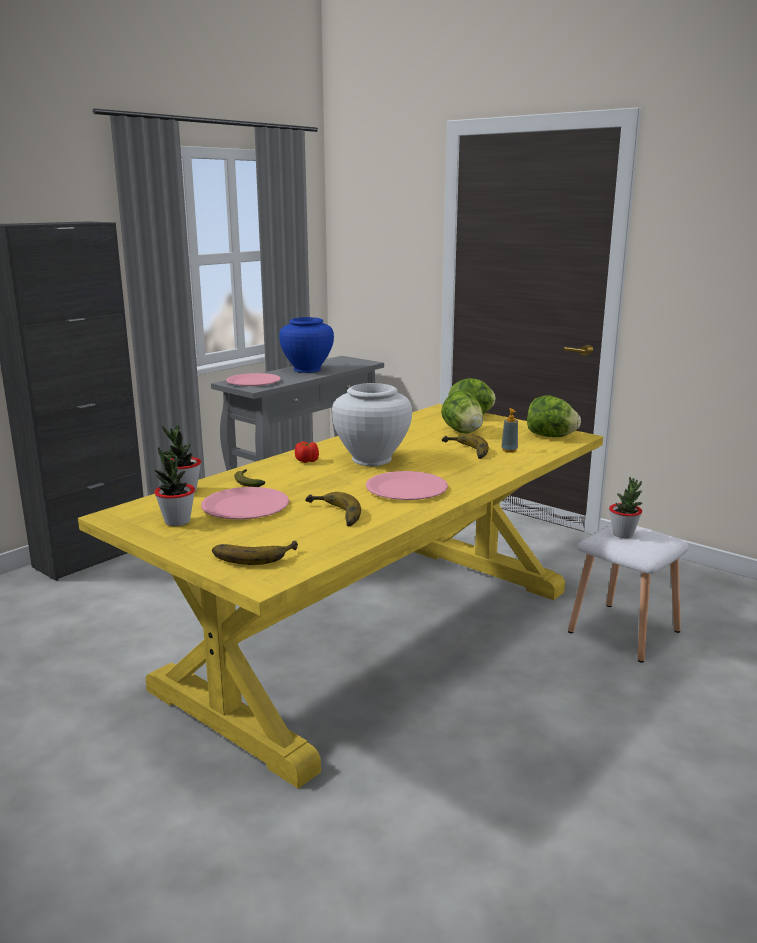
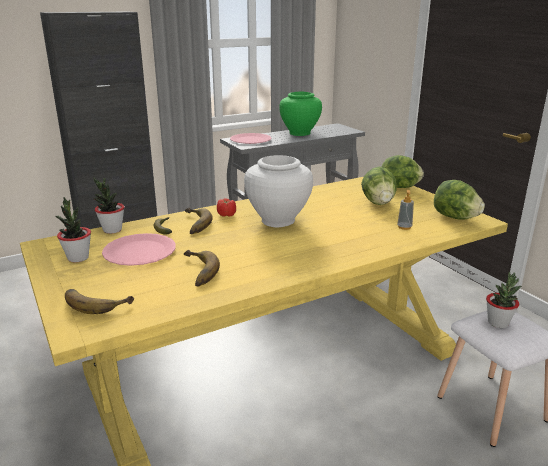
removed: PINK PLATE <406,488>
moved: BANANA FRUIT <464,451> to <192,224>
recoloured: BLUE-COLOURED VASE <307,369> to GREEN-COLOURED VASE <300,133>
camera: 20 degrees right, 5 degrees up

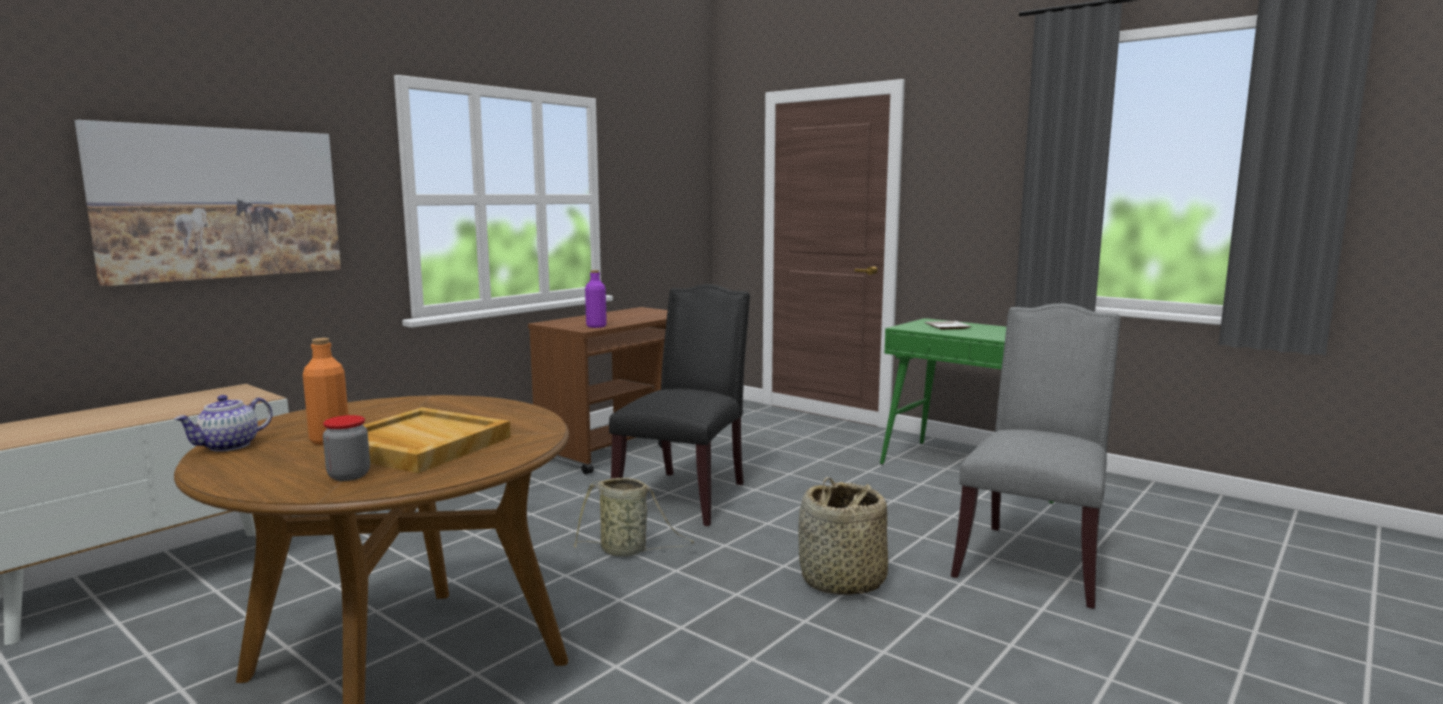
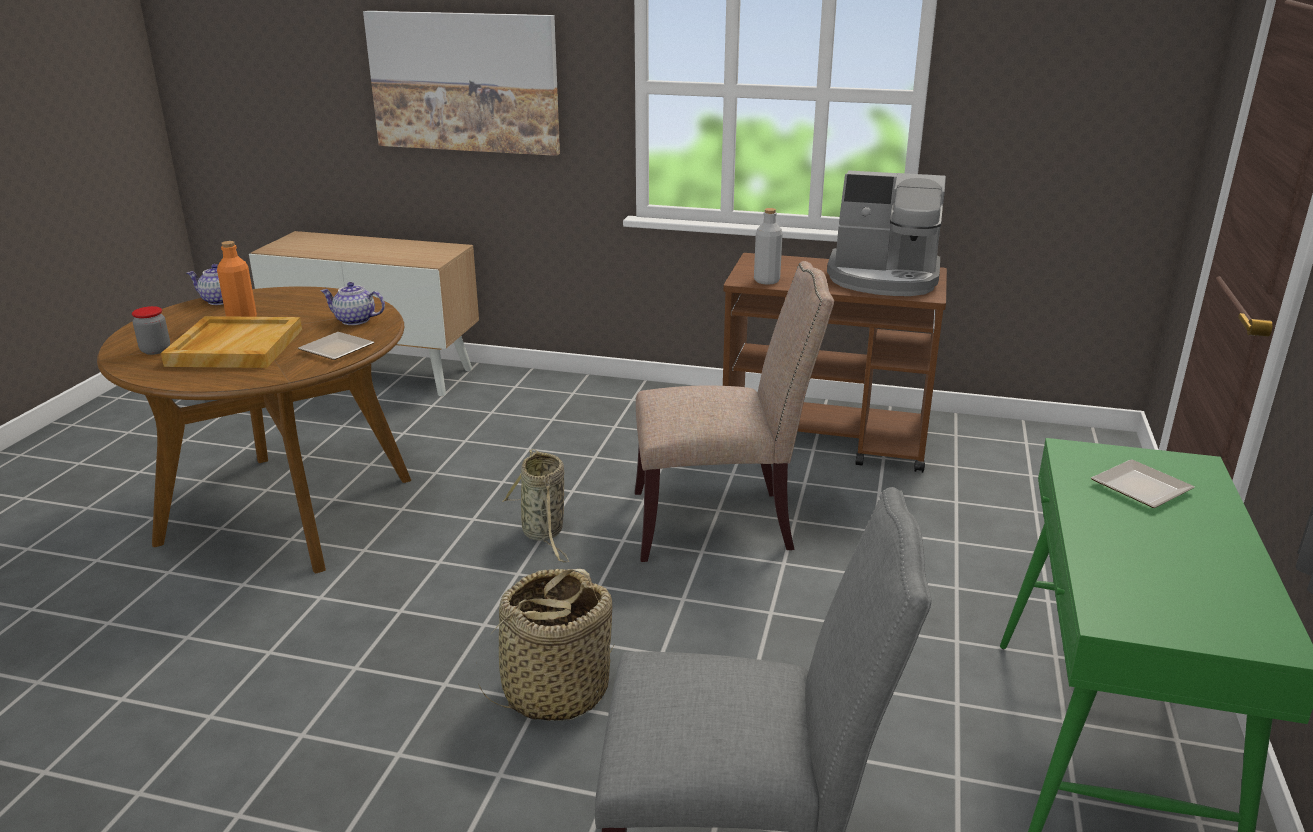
added: PLATE <339,349>; TEA POT <354,320>; COFFEE MAKER <884,278>
recoloured: PURPLE-COLOURED DRINK BOTTLE <596,326> to GRAY DRINK BOTTLE <766,281>; BLACKISH UPRIGHT CHAIR <685,495> to SAND-COLOURED UPRIGHT CHAIR <720,522>
camera: 65 degrees right, 15 degrees up

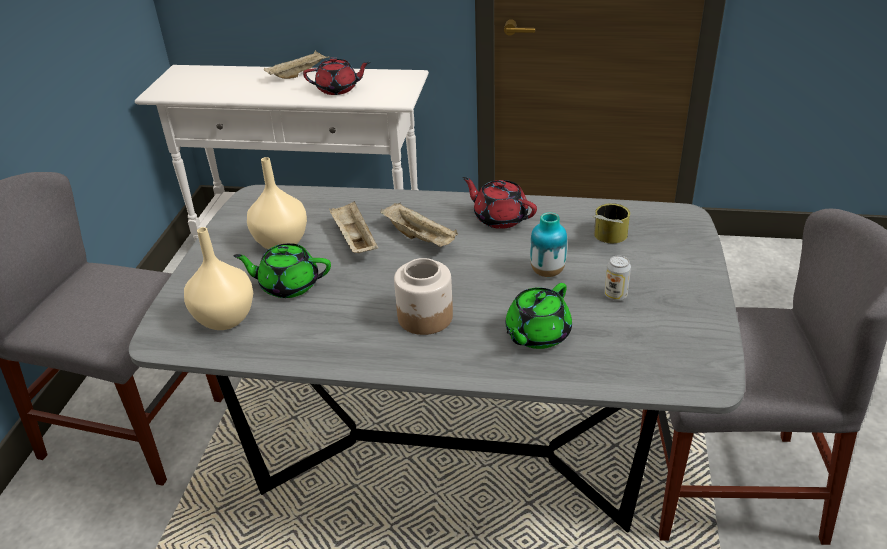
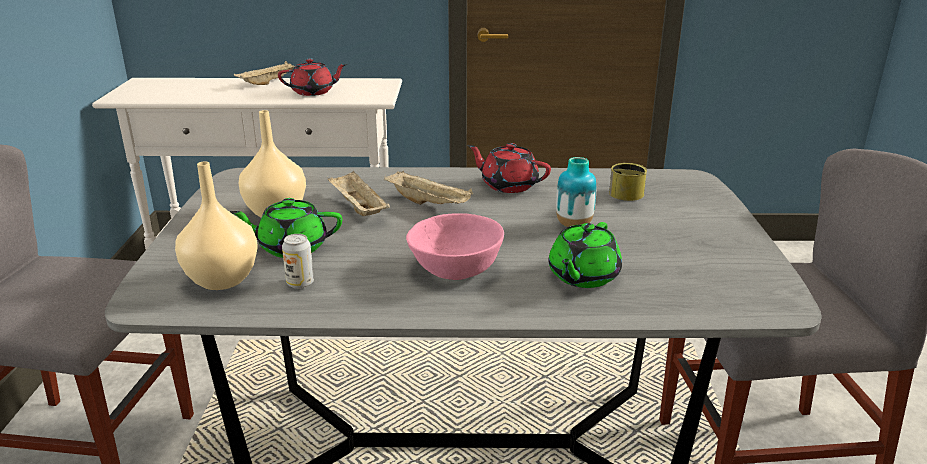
moved: SEALED CAN <615,295> to <300,283>
replaced: PRESERVE JAR <425,317> to PINK DEEP DISH <455,268>
camera: 10 degrees left, 10 degrees down

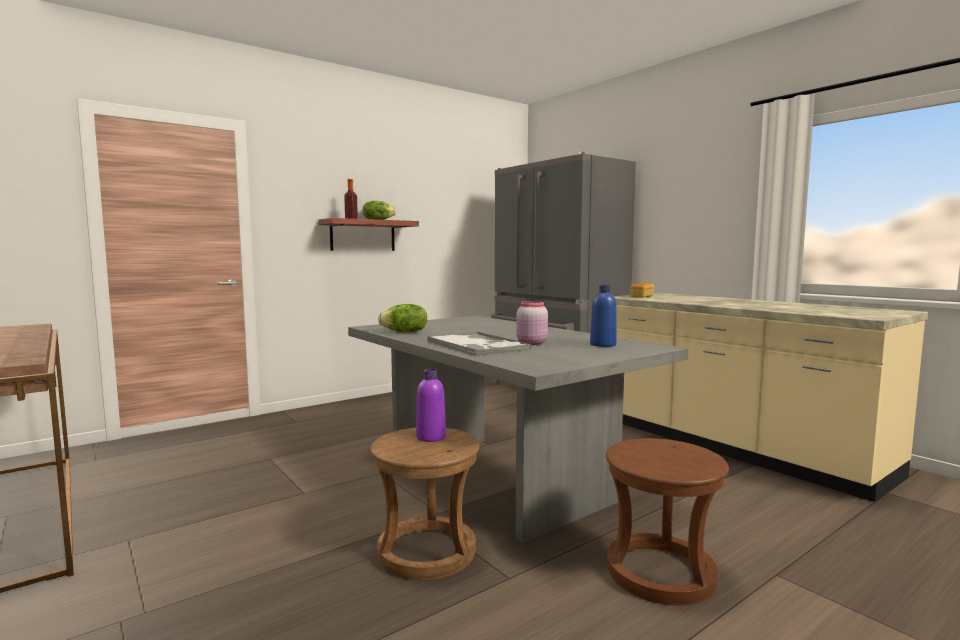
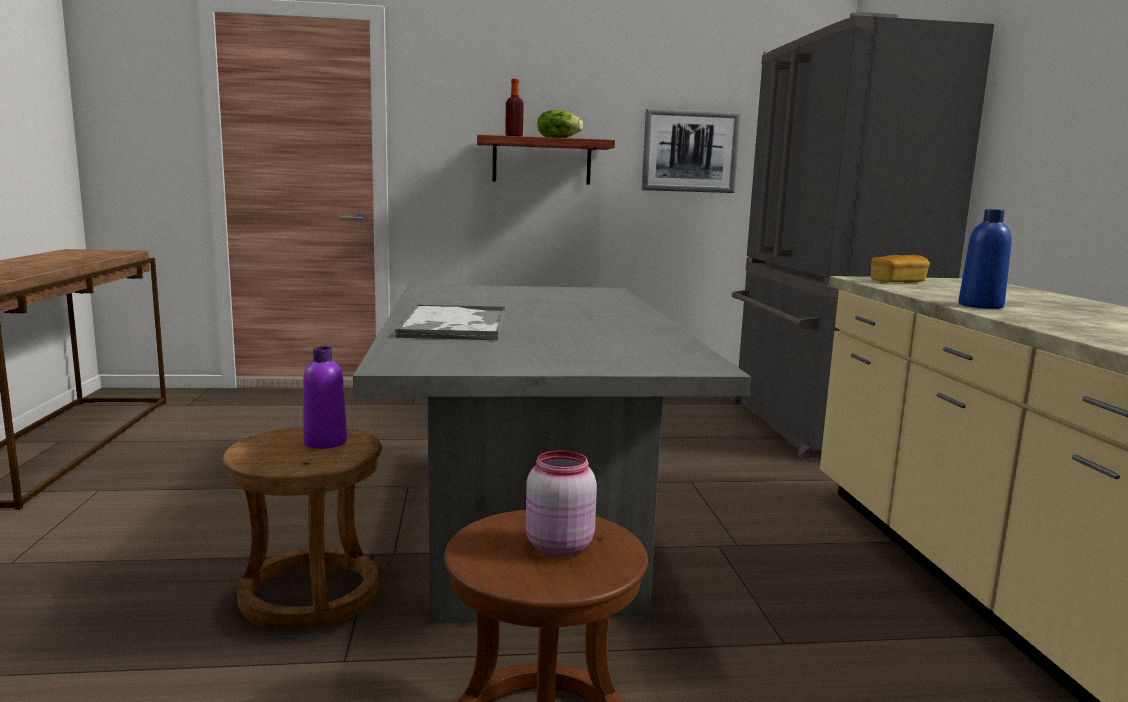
removed: LETTUCE <405,332>
added: WALL ART <690,151>
moved: PINK PRESERVE JAR <530,343> to <557,546>; BLUE-COLOURED DRINK BOTTLE <603,345> to <980,306>
camera: 30 degrees right, 5 degrees up

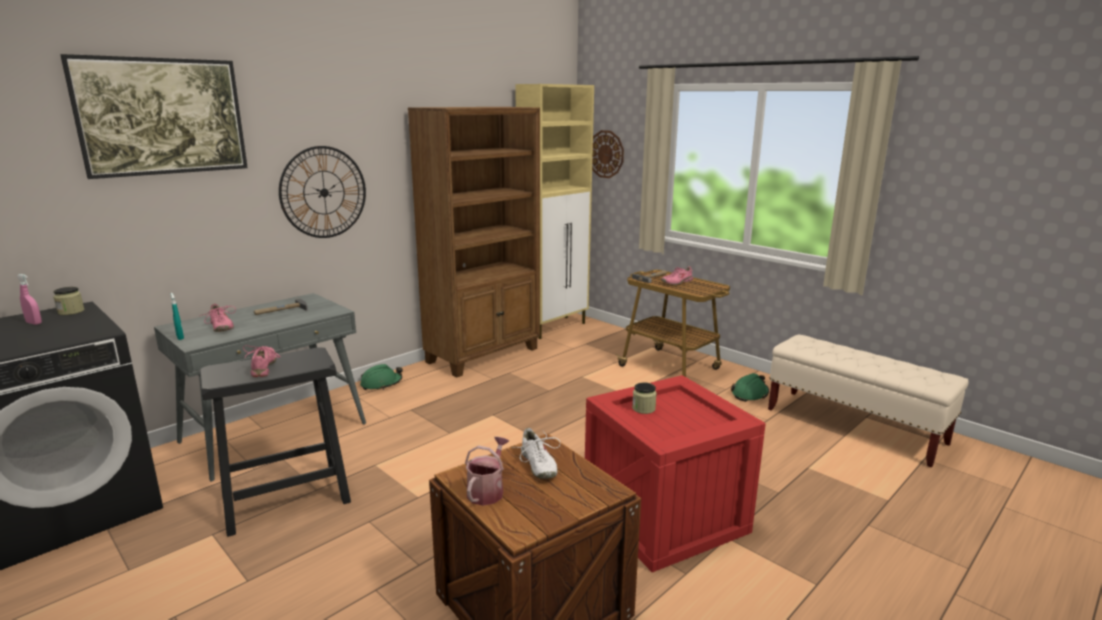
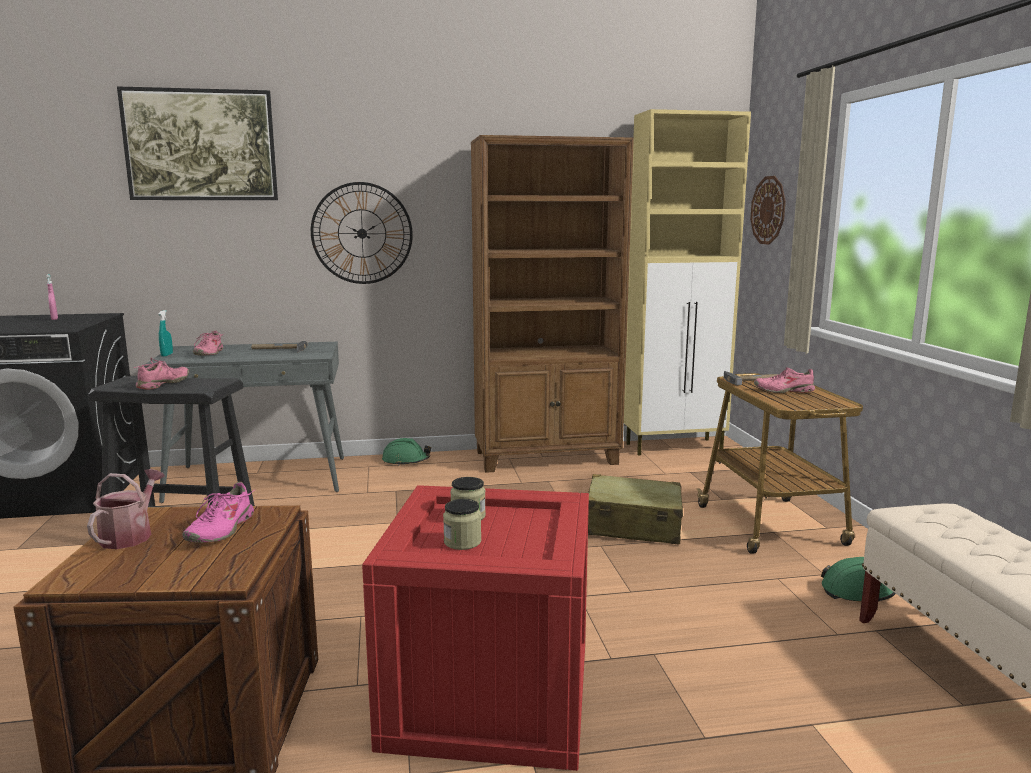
added: SAND-COLOURED TRAVEL CASE <632,526>
moved: PRESERVE JAR <71,311> to <462,542>
recoloured: WHITE-COLOURED SHOE <537,465> to PINK SHOE <220,530>
turned: SPRINKLING CAN <487,490> = <130,535> 45 degrees counterclockwise
camera: 35 degrees right, 5 degrees down

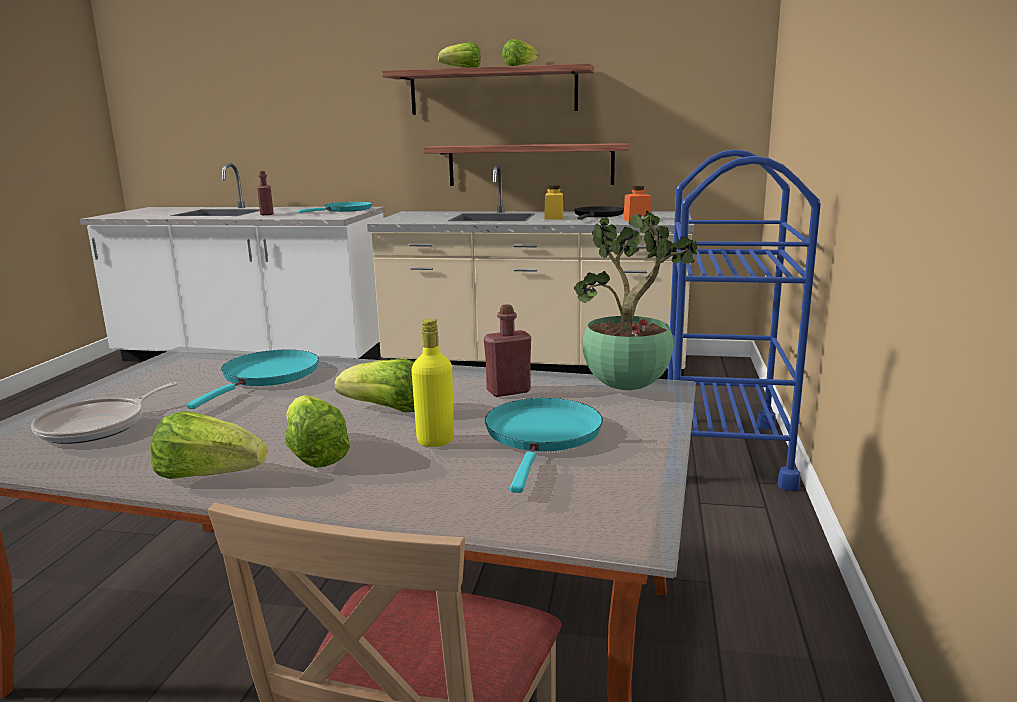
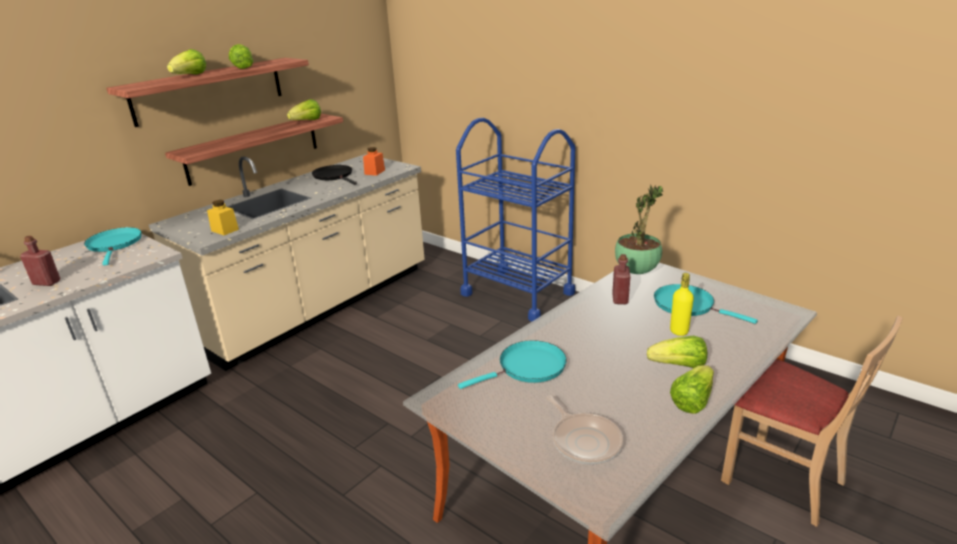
moved: LETTUCE <387,409> to <307,121>; YELLOWISH PRESERVE JAR <554,218> to <225,230>
turned: TURQUOISE SKILLET <267,376> = <528,367> 105 degrees clockwise
camera: 60 degrees left, 10 degrees up

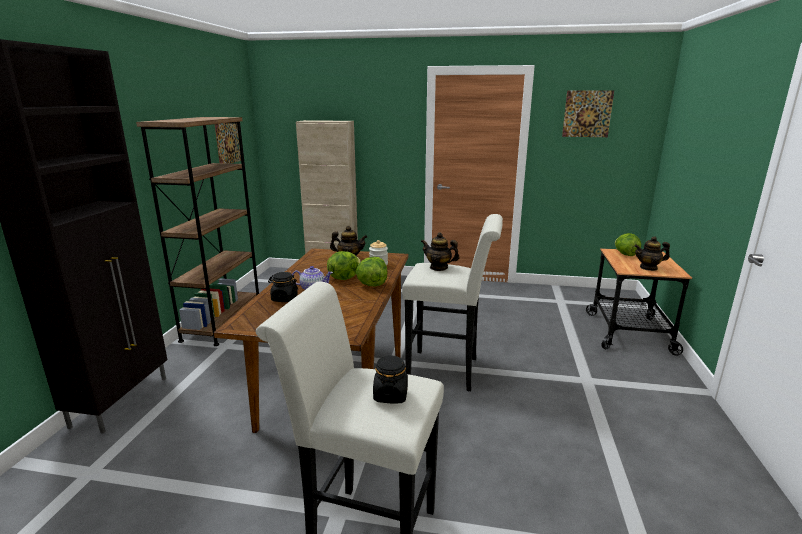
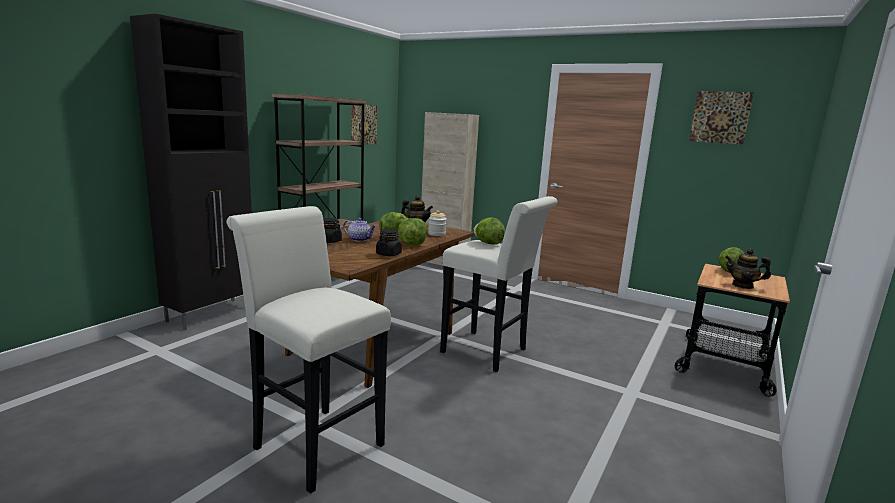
moved: BLACKISH PRESERVE JAR <390,395> to <388,254>
replaced: TEA POT <439,267> to LETTUCE <488,243>
camera: 20 degrees right, 5 degrees down

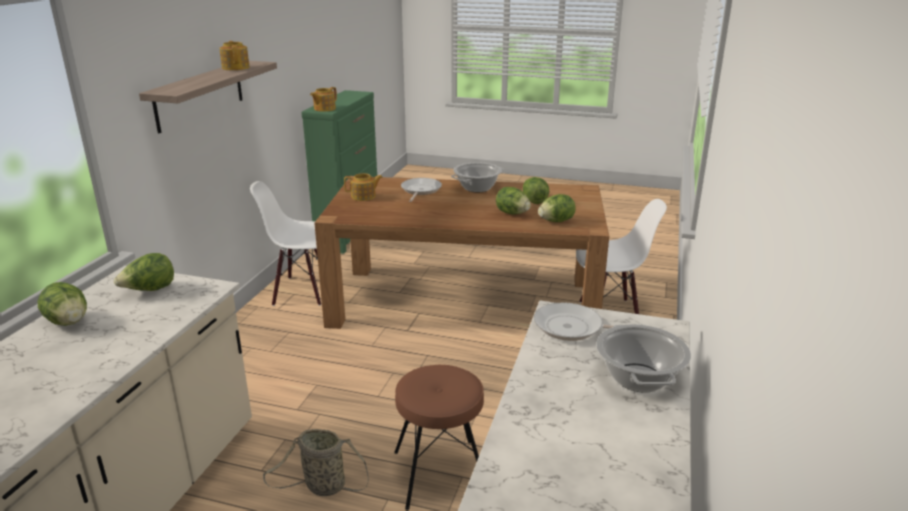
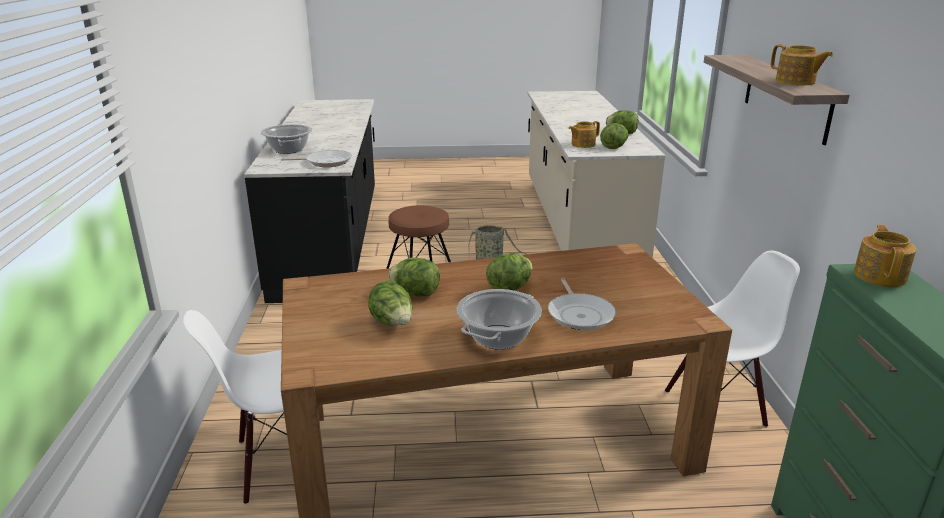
moved: TEA POT <364,196> to <582,144>; LETTUCE <556,221> to <509,288>
camera: 160 degrees right, 0 degrees up

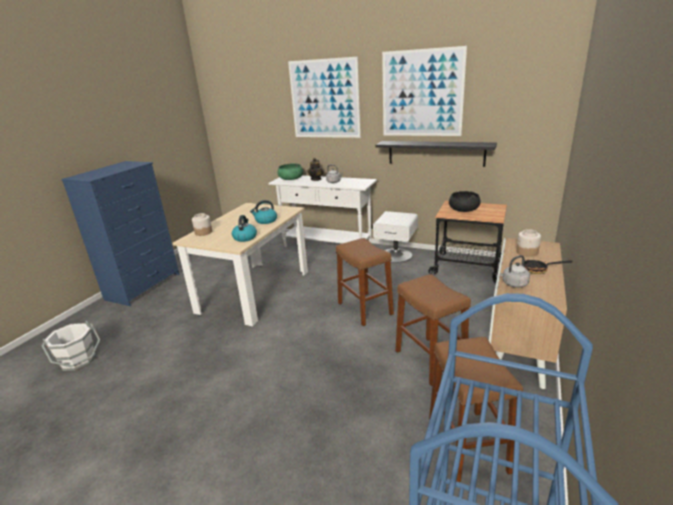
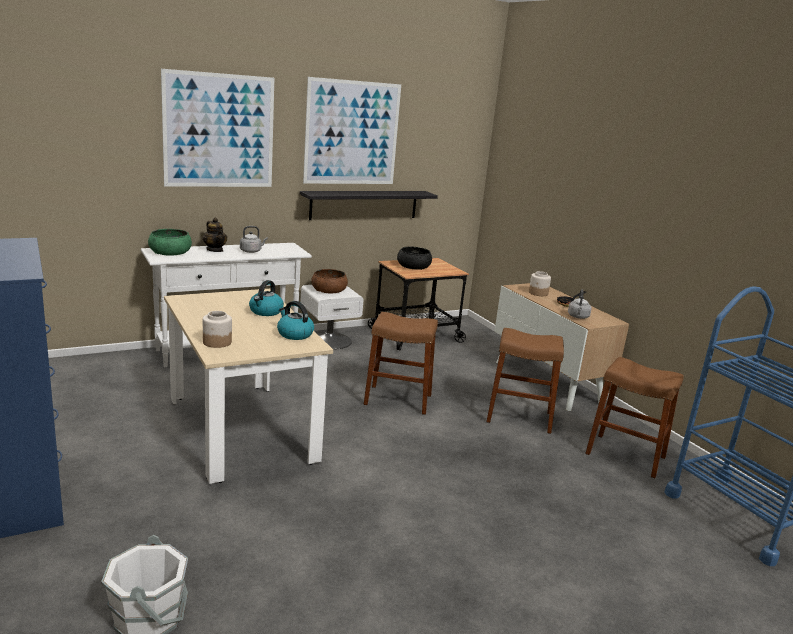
added: BROWN DEEP DISH <329,290>
camera: 55 degrees left, 5 degrees down

